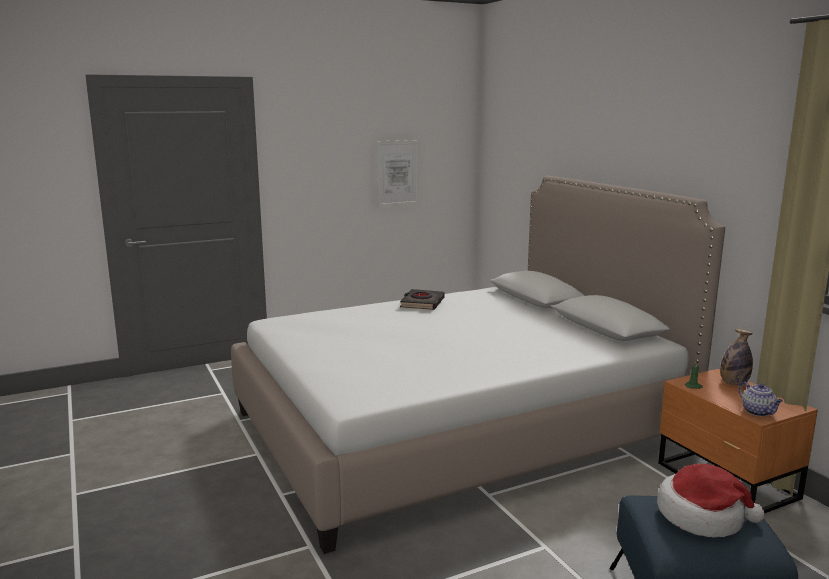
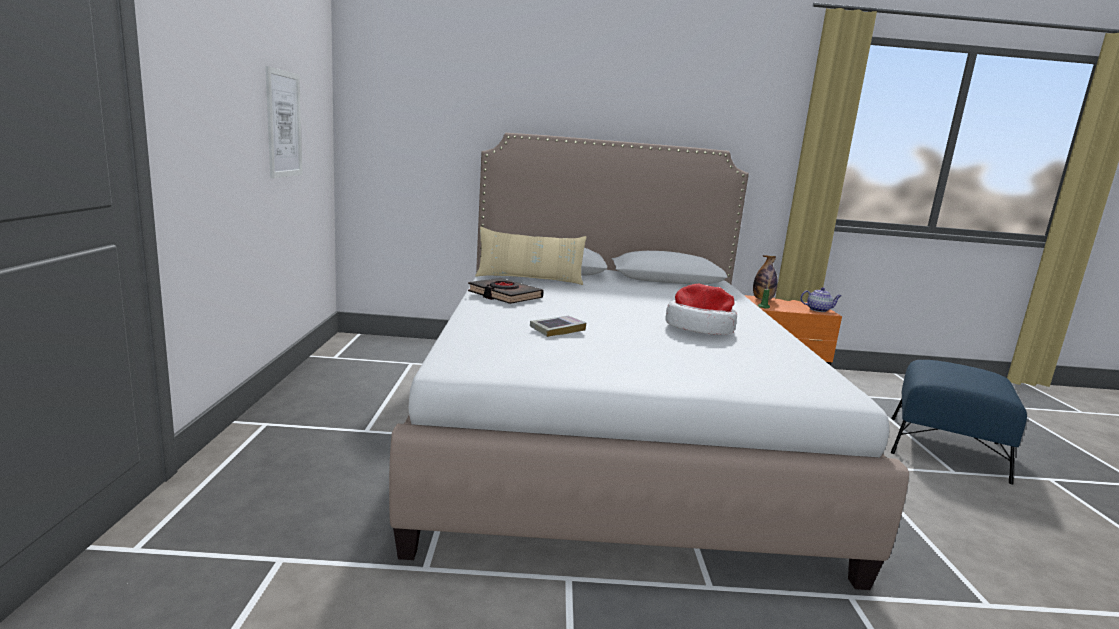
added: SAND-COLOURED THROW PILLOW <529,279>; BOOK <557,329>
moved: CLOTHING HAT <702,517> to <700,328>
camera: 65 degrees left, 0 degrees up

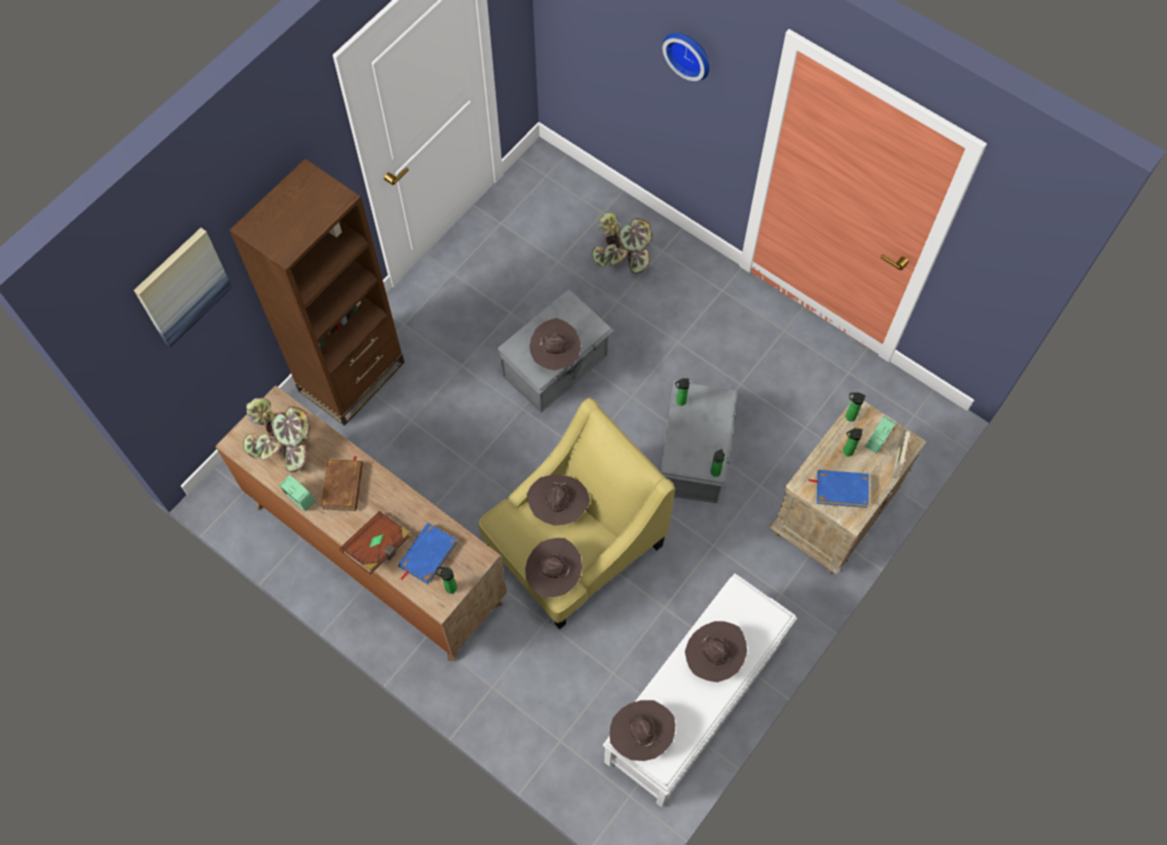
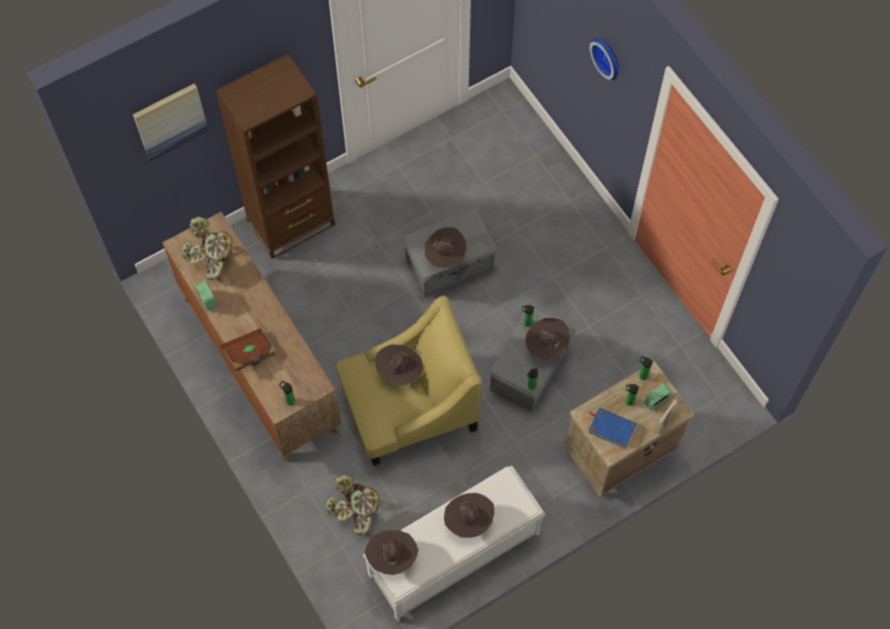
removed: BROWN BOOK <343,486>; BLUE-COLOURED BOOK <427,554>
moved: BROWN CLOTHING HAT <553,575> to <546,346>; POTTED PLANT <623,255> to <355,510>
camera: 20 degrees right, 0 degrees up

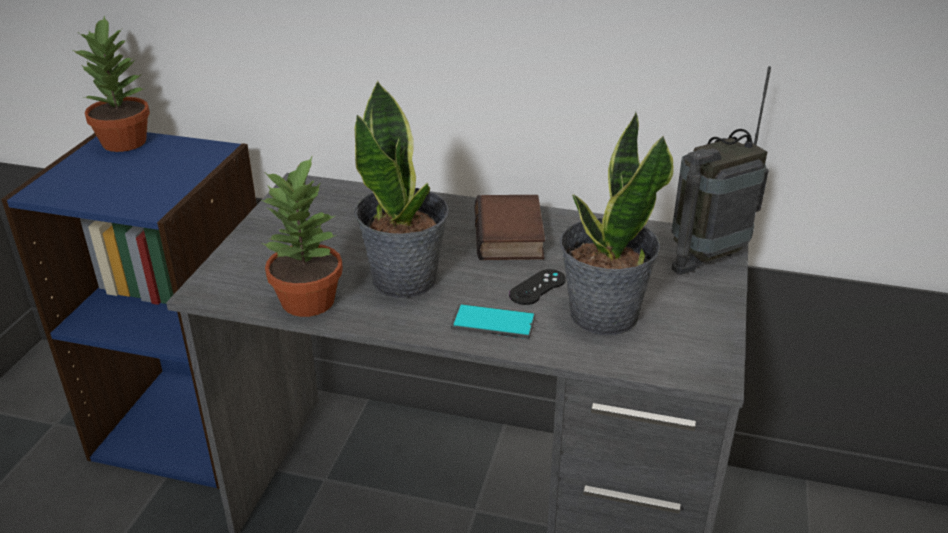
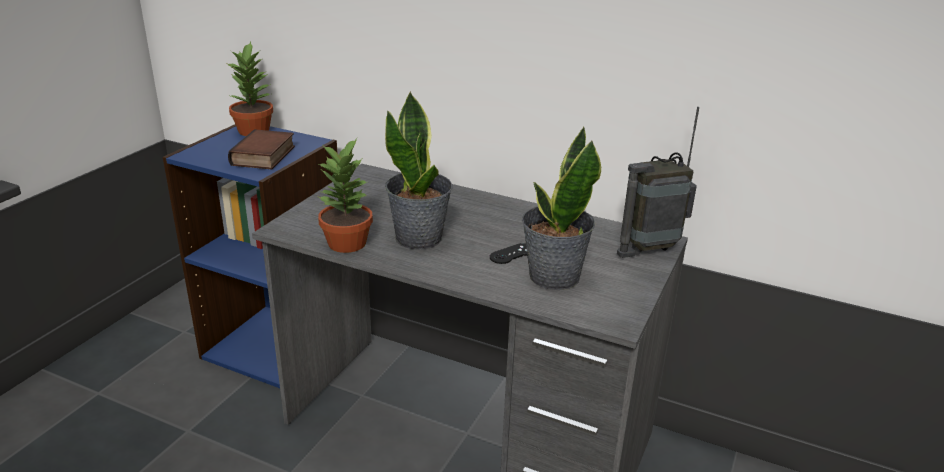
removed: TELEPHONE <493,322>
moved: BOOK <512,236> to <264,156>
camera: 10 degrees right, 5 degrees down

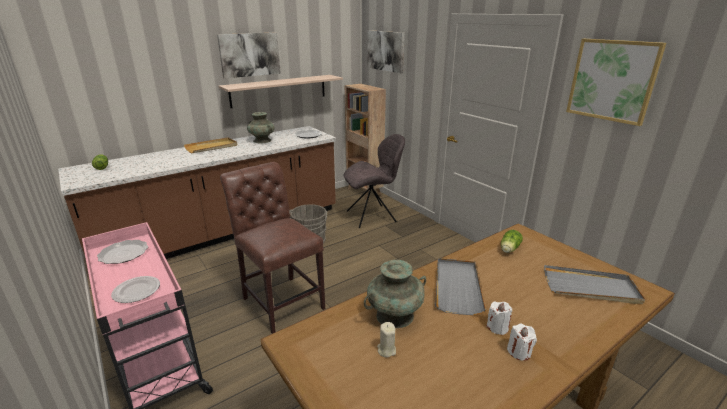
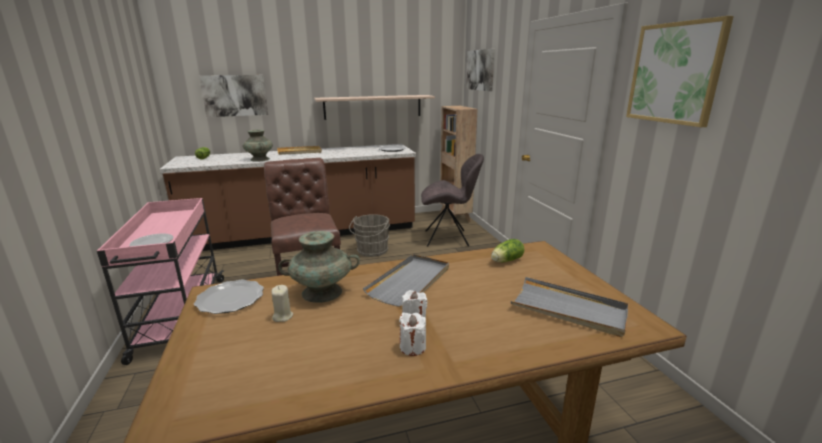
moved: PLATE <123,254> to <230,299>; WALL ART <249,54> to <235,95>; TURQUOISE VASE <262,140> to <260,159>
camera: 20 degrees right, 5 degrees down

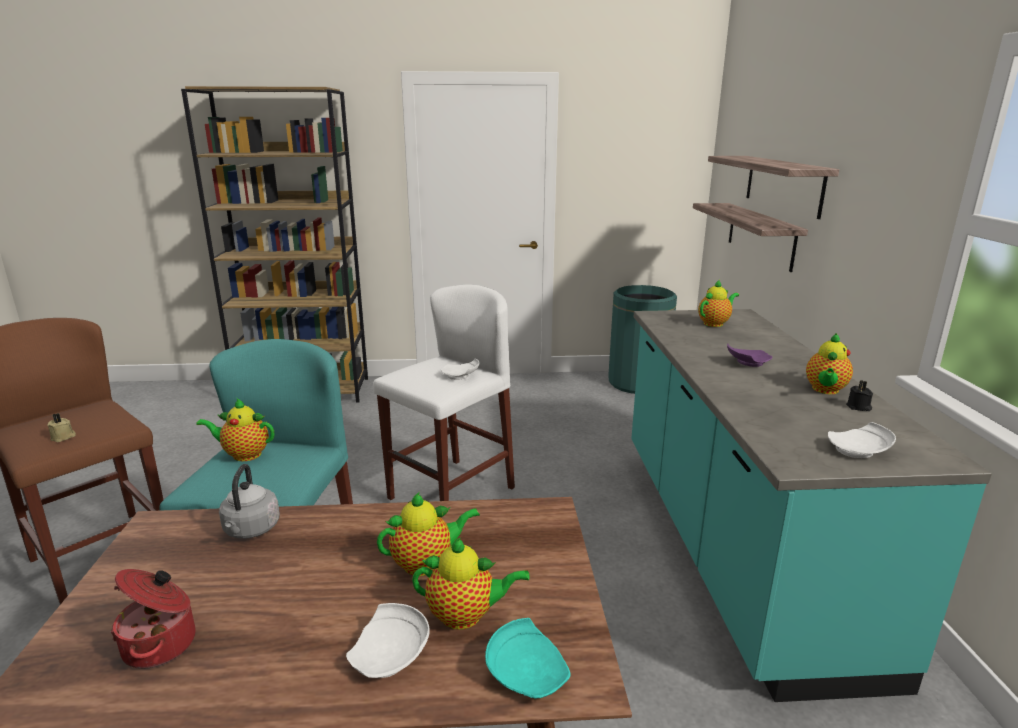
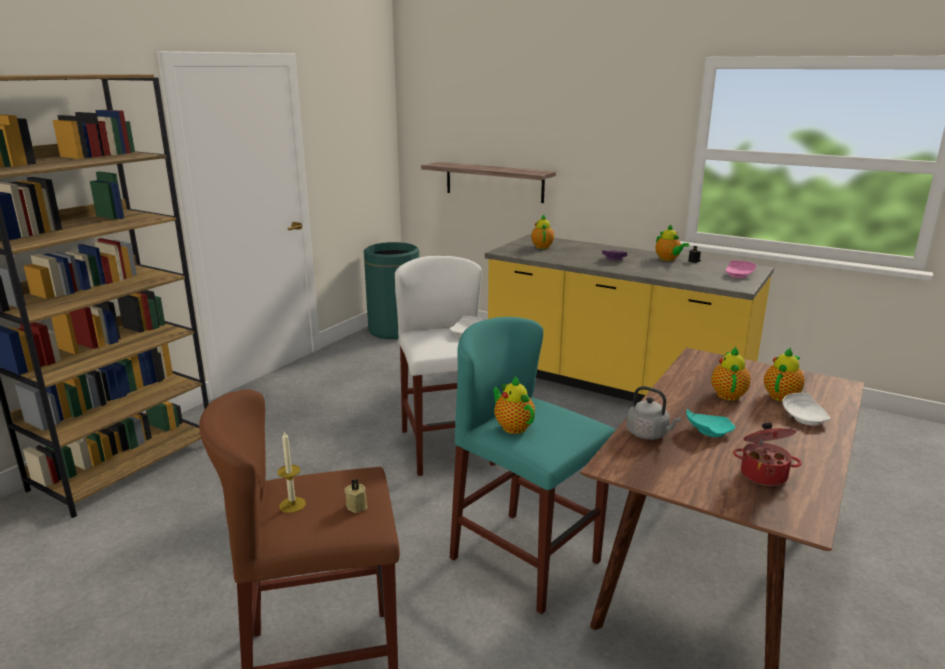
removed: BRACKET SHELF <783,184>
added: WAX LIGHT <292,505>
moved: TURQUOISE PLATE <528,673> to <707,431>
recoloured: TURQUOISE COUNTER <733,544> to YELLOWISH COUNTER <614,383>; WHITE-COLOURED PLATE <859,451> to PINK PLATE <738,275>
turned: TEA POT <243,454> = <512,426> 105 degrees clockwise
camera: 55 degrees left, 0 degrees up

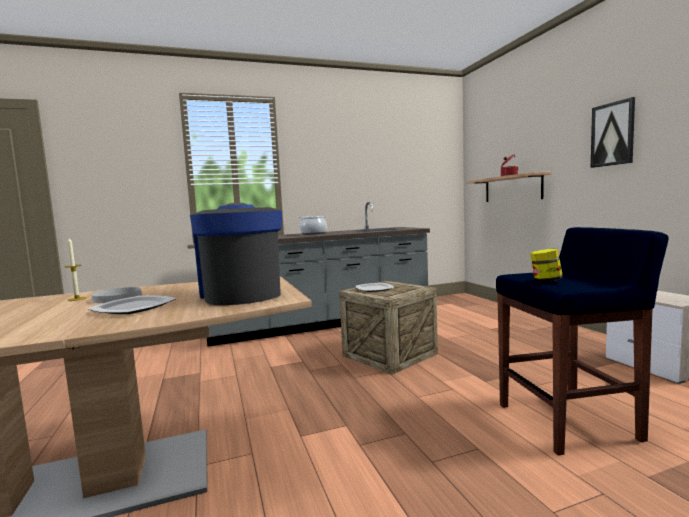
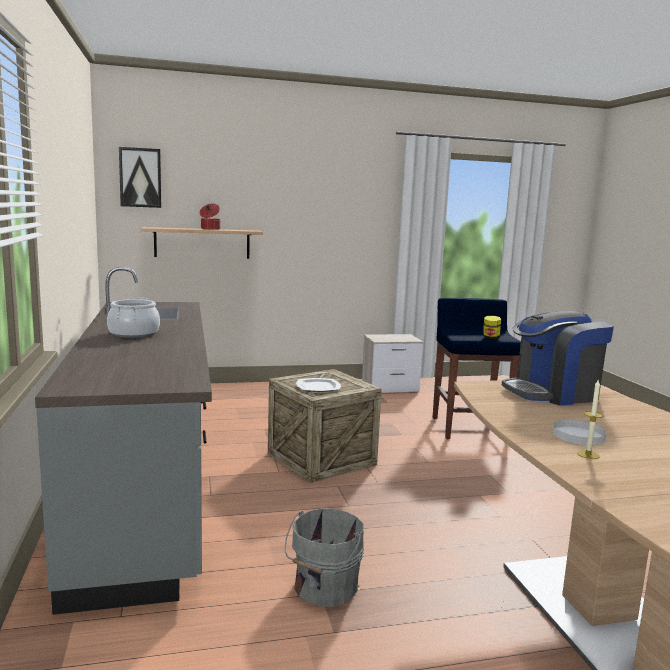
removed: PLATE <134,308>
added: GRAY WATER BUCKET <324,587>
moved: WALL ART <612,134> to <140,177>
camera: 85 degrees left, 5 degrees up

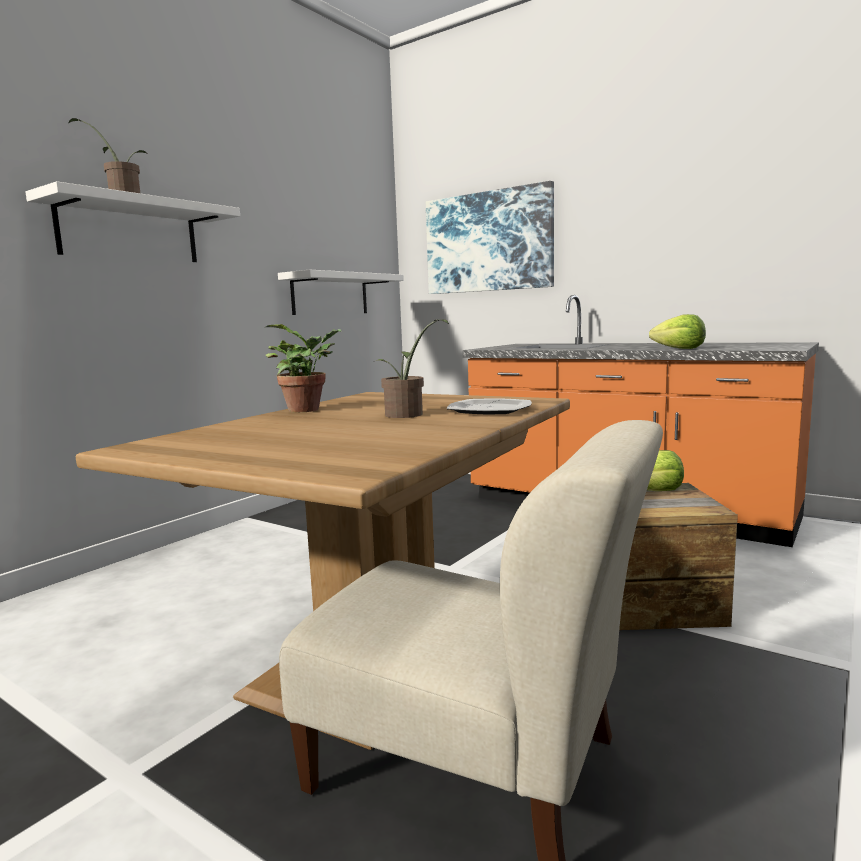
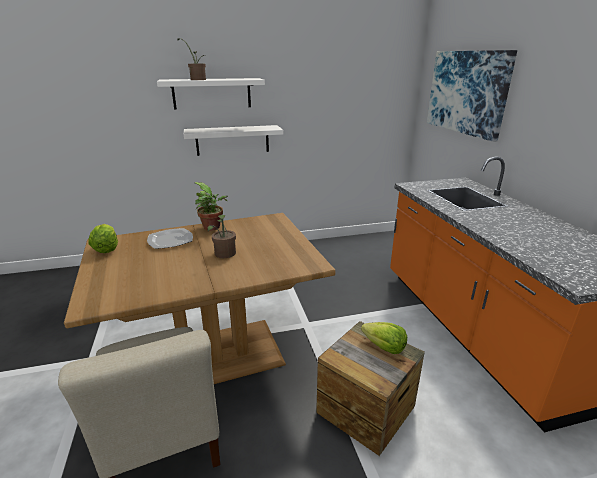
moved: WHITE-COLOURED BRACKET SHELF <330,294> to <232,140>; PLATE <490,409> to <171,240>; LETTUCE <679,348> to <106,248>
camera: 40 degrees right, 15 degrees up

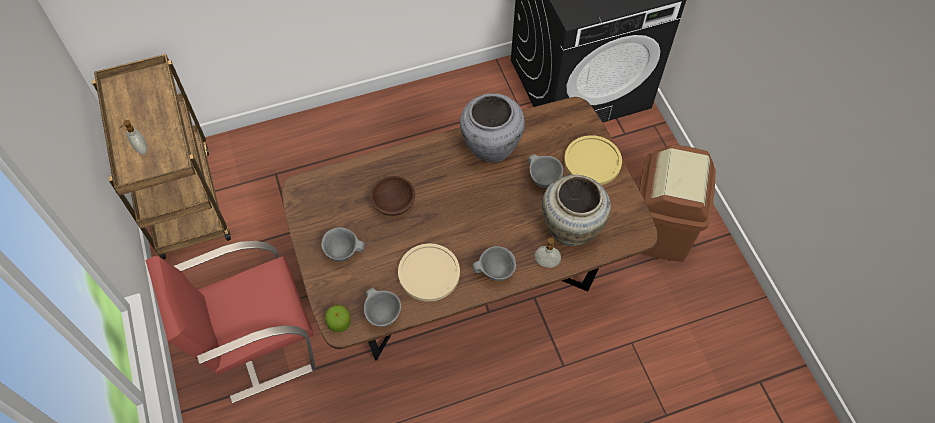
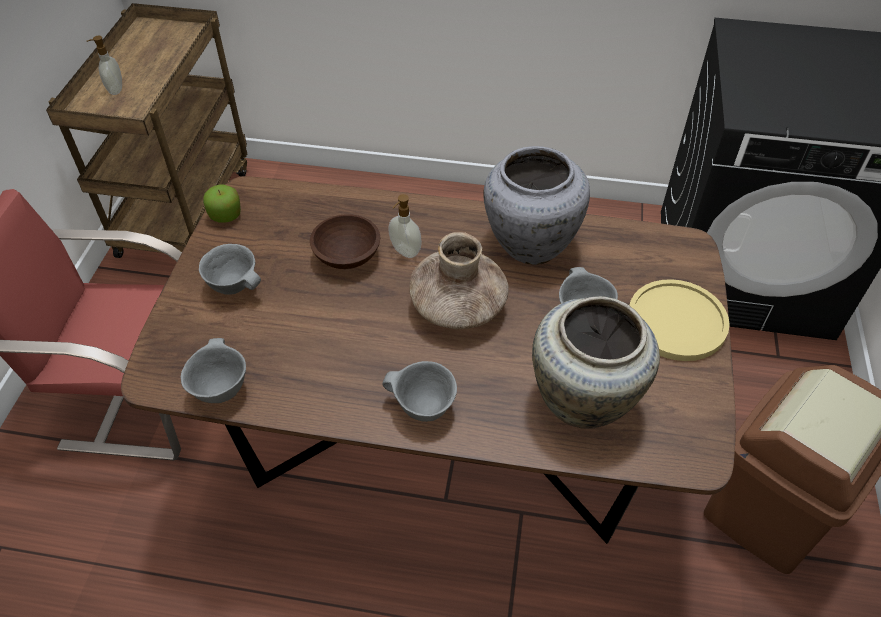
removed: SAND-COLOURED PLATE <429,273>
added: BROWN VASE <458,306>
moved: WHOLE APPLE <339,323> to <225,215>; LIQUID SOAP BOTTLE <546,264> to <404,251>
camera: 30 degrees right, 10 degrees down

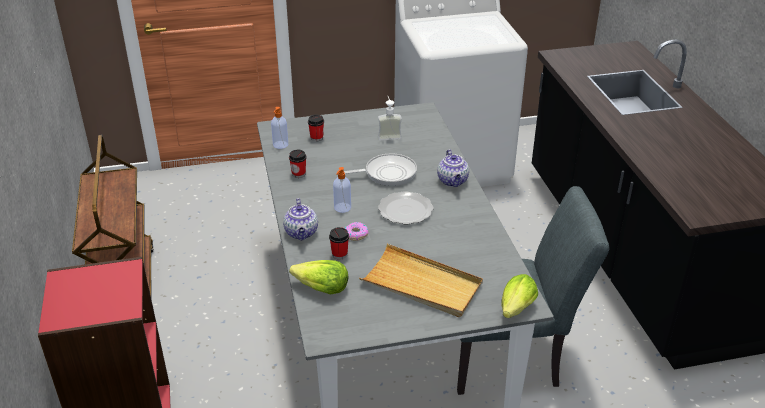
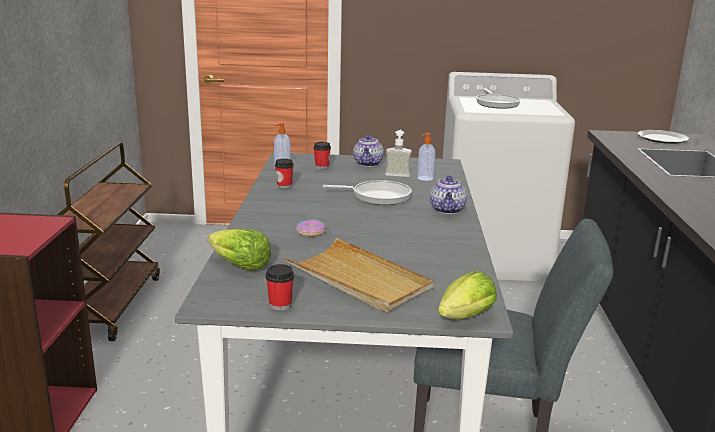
added: SKILLET <496,103>
moved: TEA POT <302,233> to <368,164>; SMALL CUP <339,254> to <280,305>; LIQUID SOAP BOTTLE <342,208> to <425,178>; PLATE <405,210> to <662,139>
camera: 15 degrees right, 15 degrees down

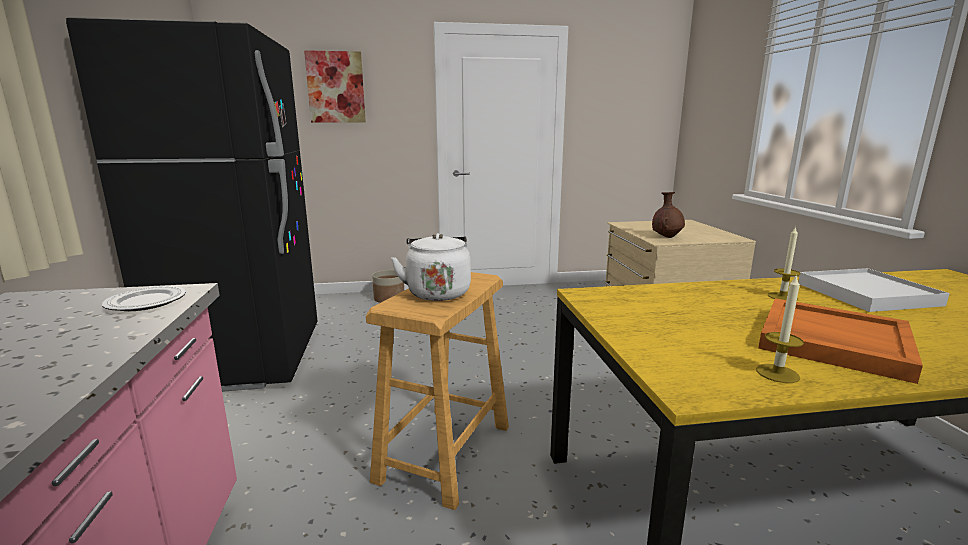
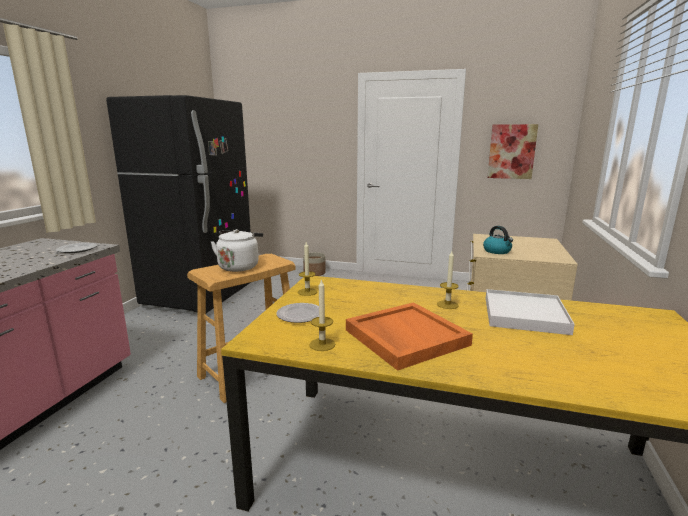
added: PLATE <300,315>; WAX LIGHT <307,292>
moved: WALL ART <336,87> to <511,151>
replaced: BROWN VASE <666,237> to WATER KETTLE <497,251>
camera: 25 degrees right, 0 degrees up

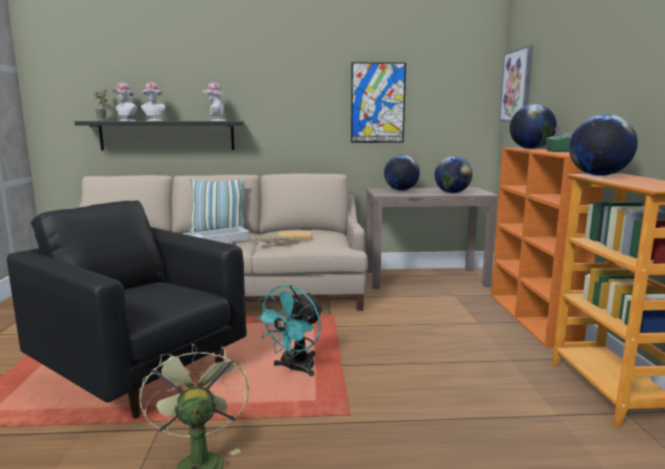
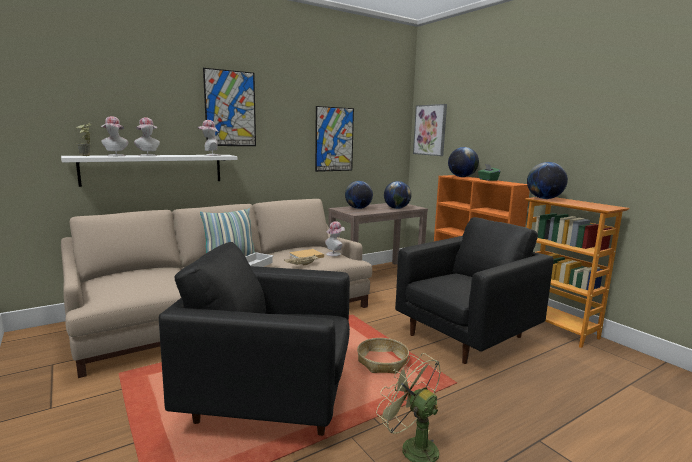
added: WALL ART <230,108>; CLOTHING HAT <334,253>; BLACKISH LOUNGE CHAIR <466,336>
replaced: TURQUOISE FAN <295,369> to BASKET <382,362>
recoloured: BLACKISH BRACKET SHELF <167,135> to WHITE-COLOURED BRACKET SHELF <154,169>
camera: 30 degrees left, 0 degrees up

